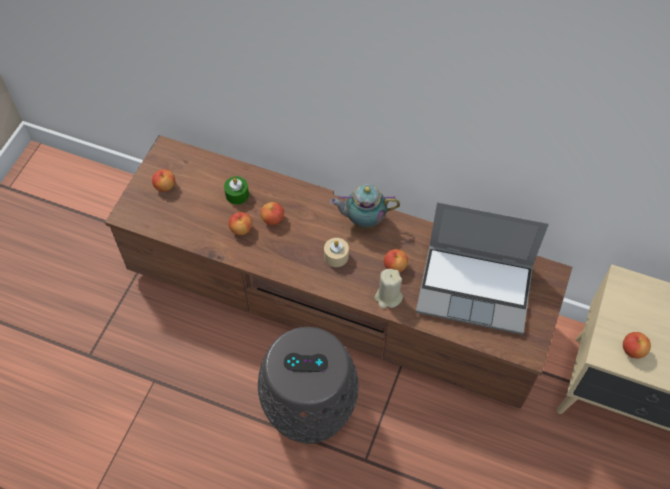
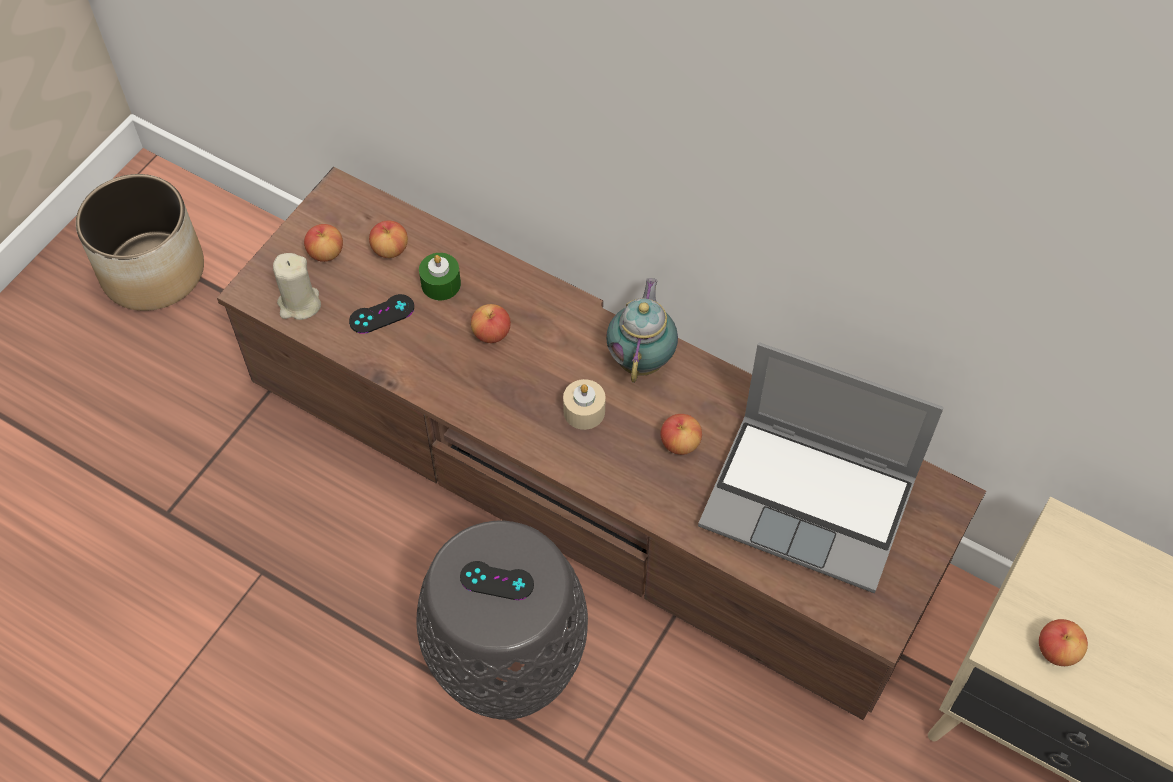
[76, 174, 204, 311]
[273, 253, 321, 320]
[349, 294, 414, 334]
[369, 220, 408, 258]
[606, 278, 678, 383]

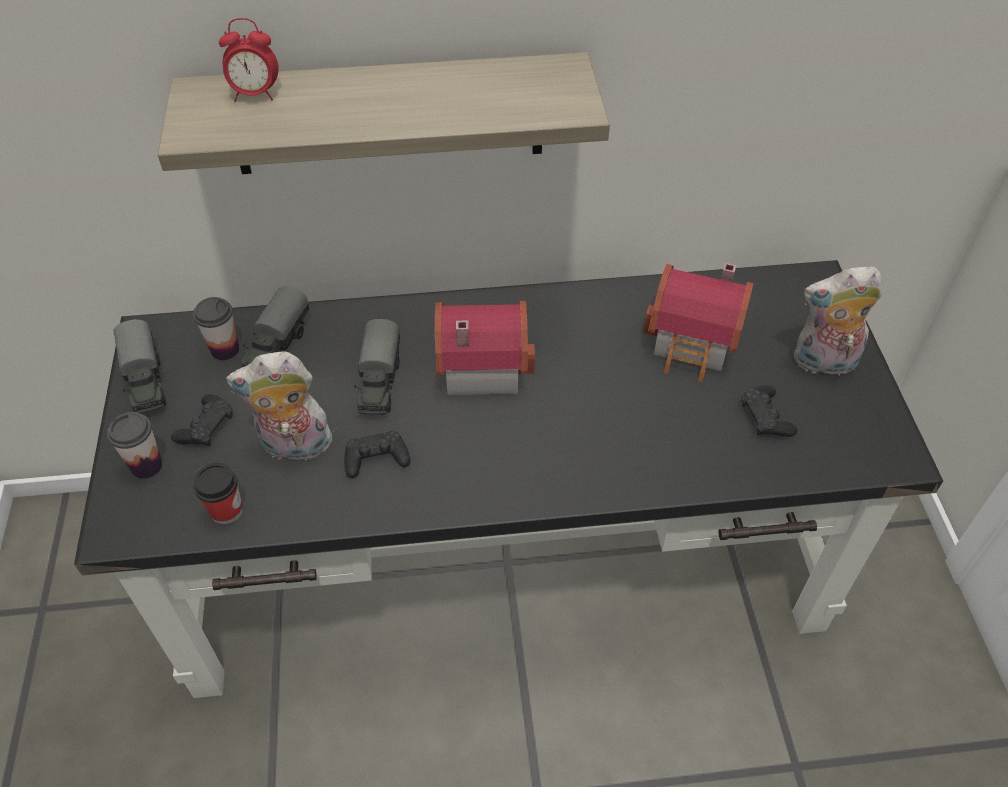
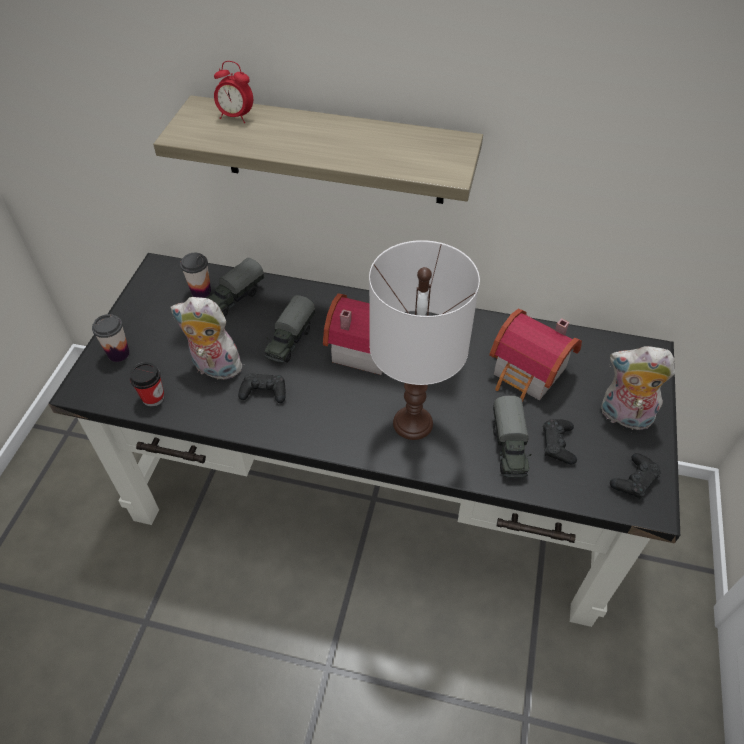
[369, 240, 480, 440]
[493, 396, 531, 478]
[610, 453, 661, 499]

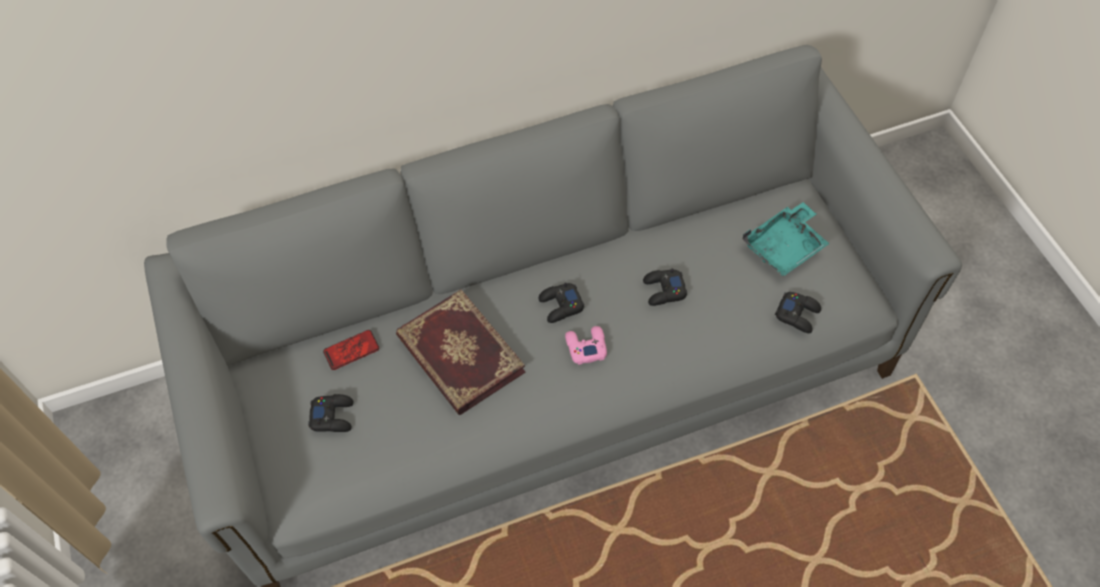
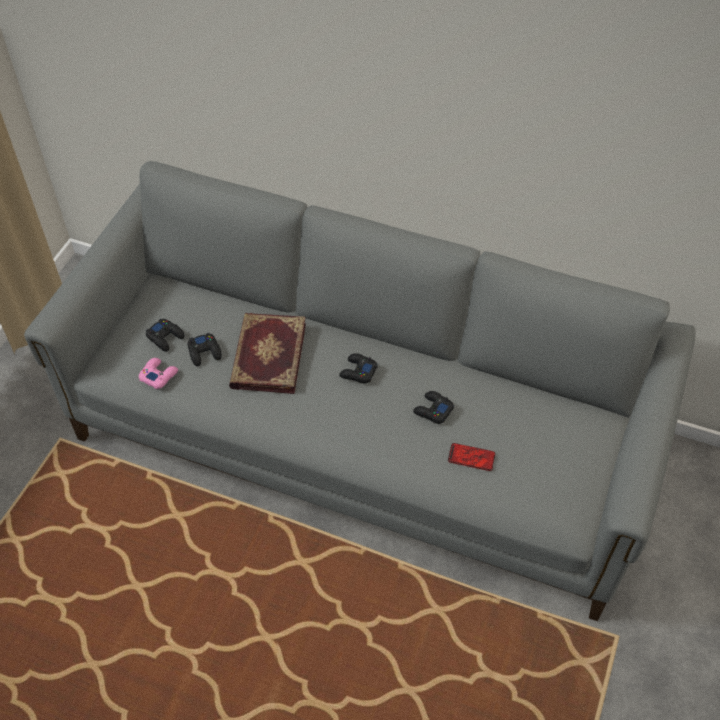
[139, 358, 178, 389]
[187, 333, 222, 366]
[448, 443, 496, 471]
[743, 202, 830, 277] (first image)

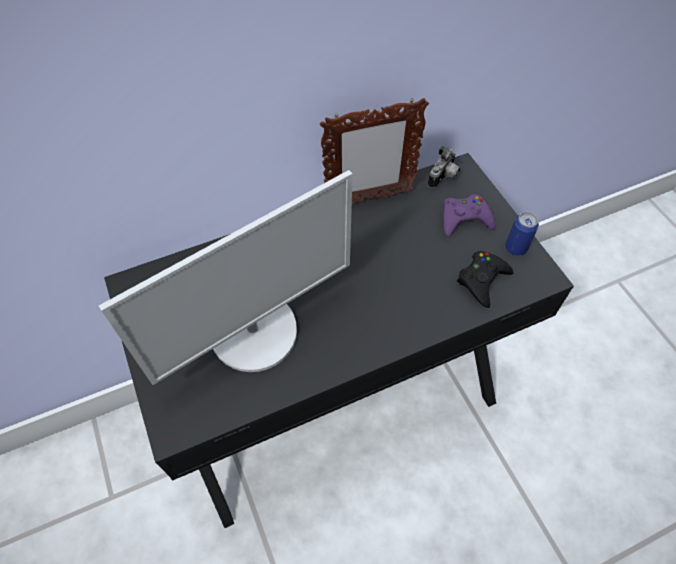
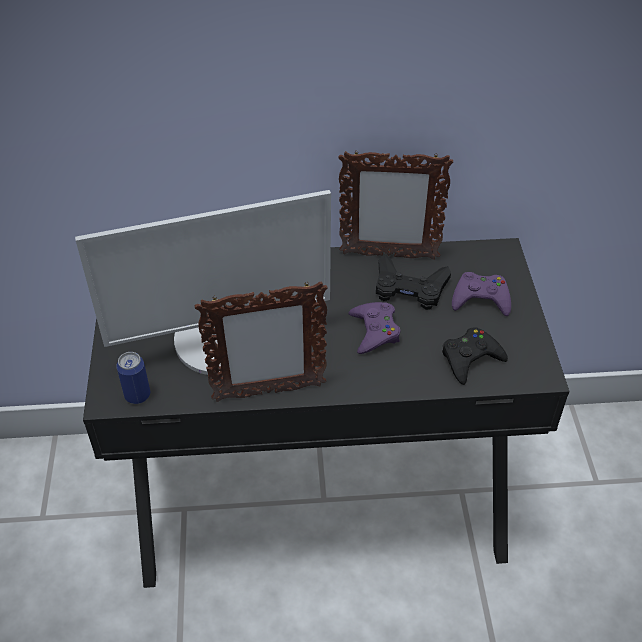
[116, 352, 150, 404]
[195, 281, 328, 402]
[348, 302, 400, 354]
[376, 254, 451, 310]
[428, 146, 460, 189] (first image)

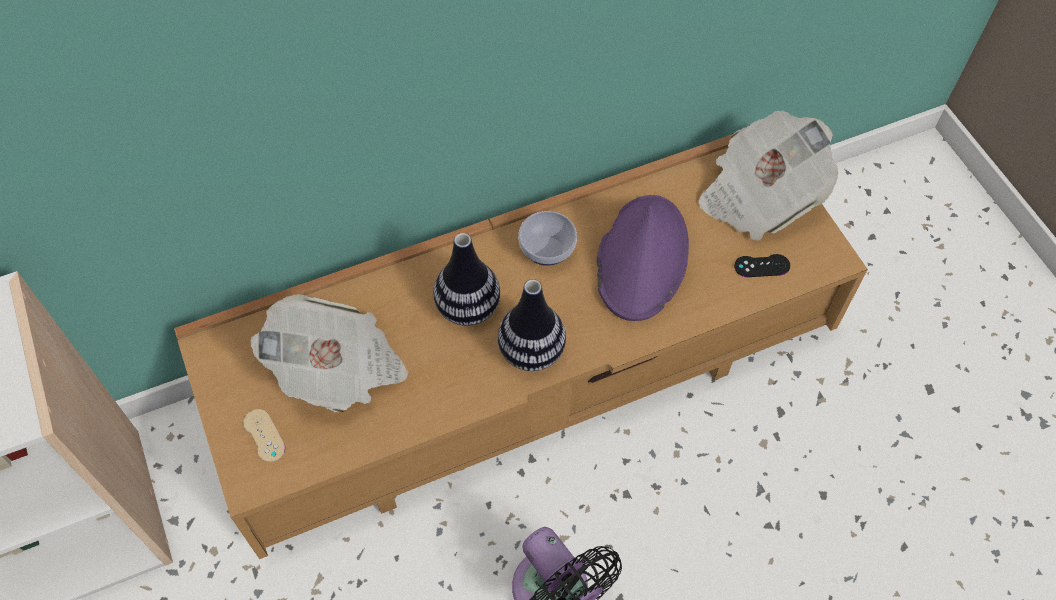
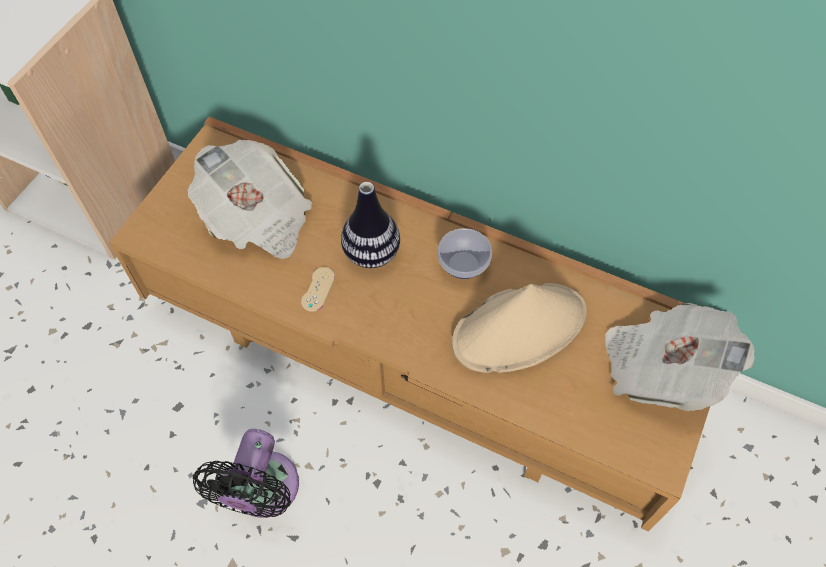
[301, 267, 335, 312]
[452, 283, 587, 373]
[498, 279, 566, 371] (first image)
[734, 254, 790, 277] (first image)

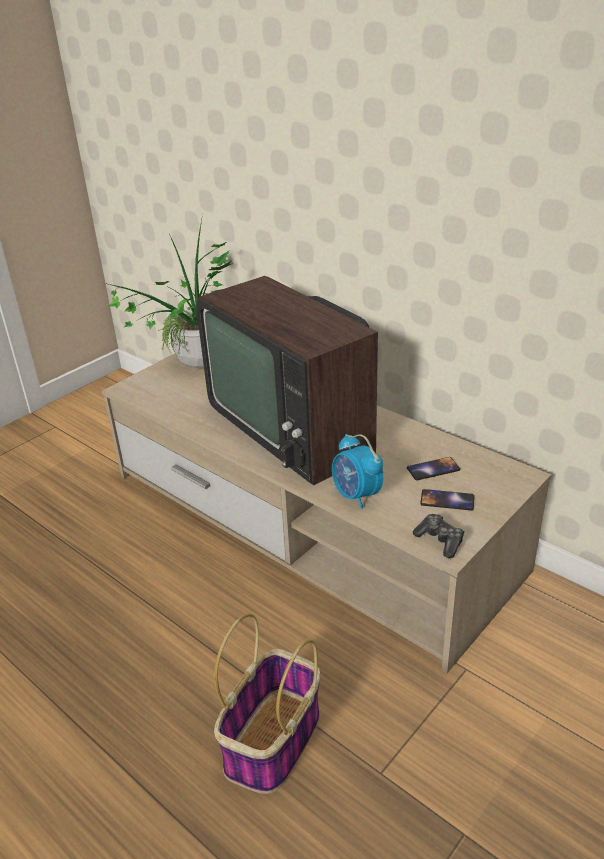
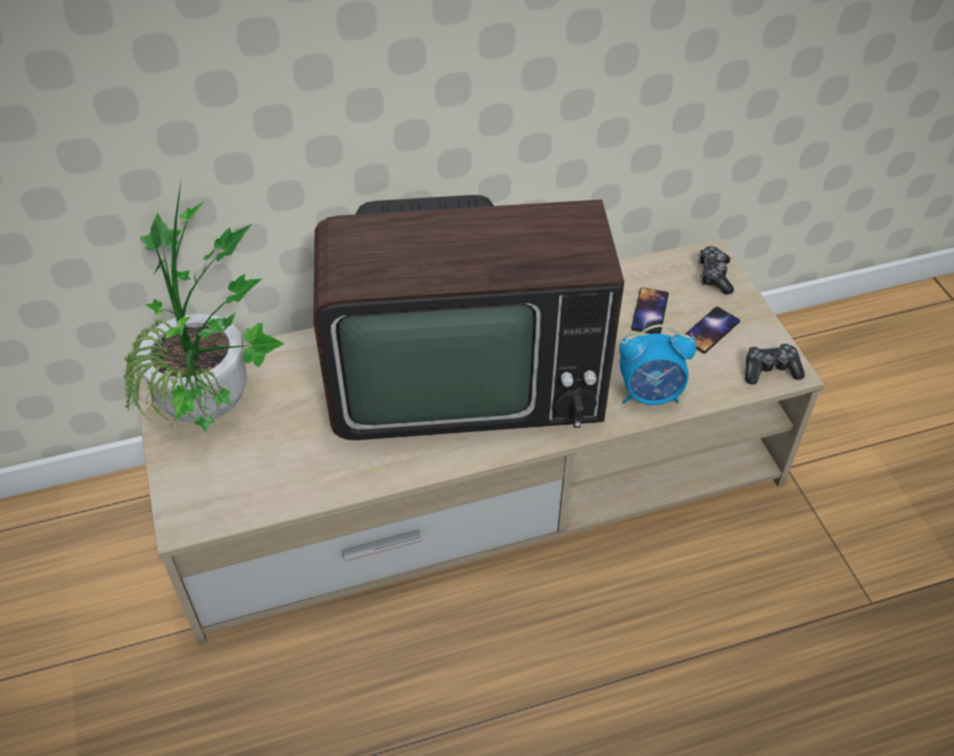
[698, 246, 734, 294]
[214, 613, 320, 794] (first image)

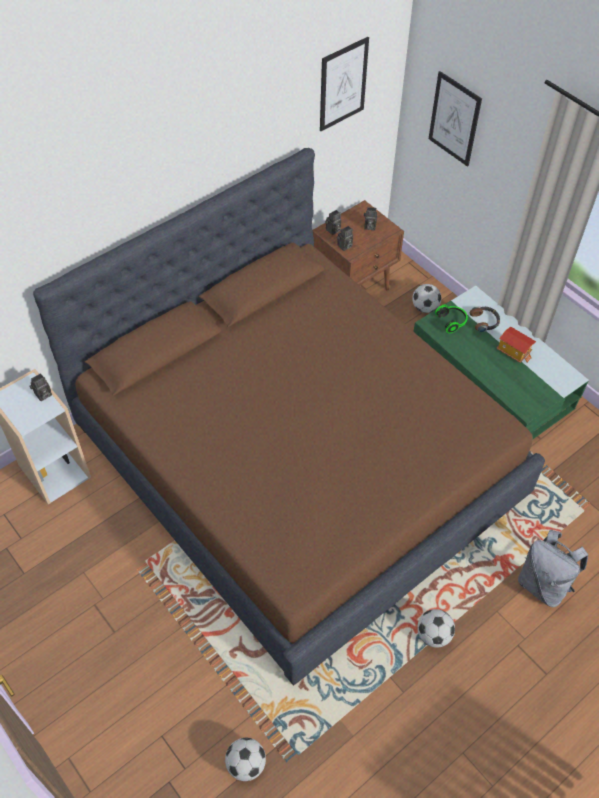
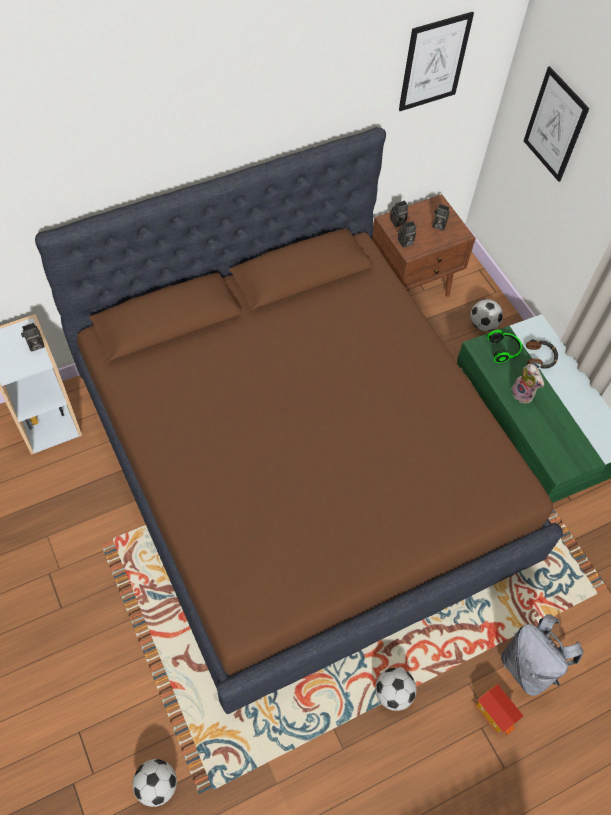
[473, 684, 523, 735]
[512, 364, 544, 404]

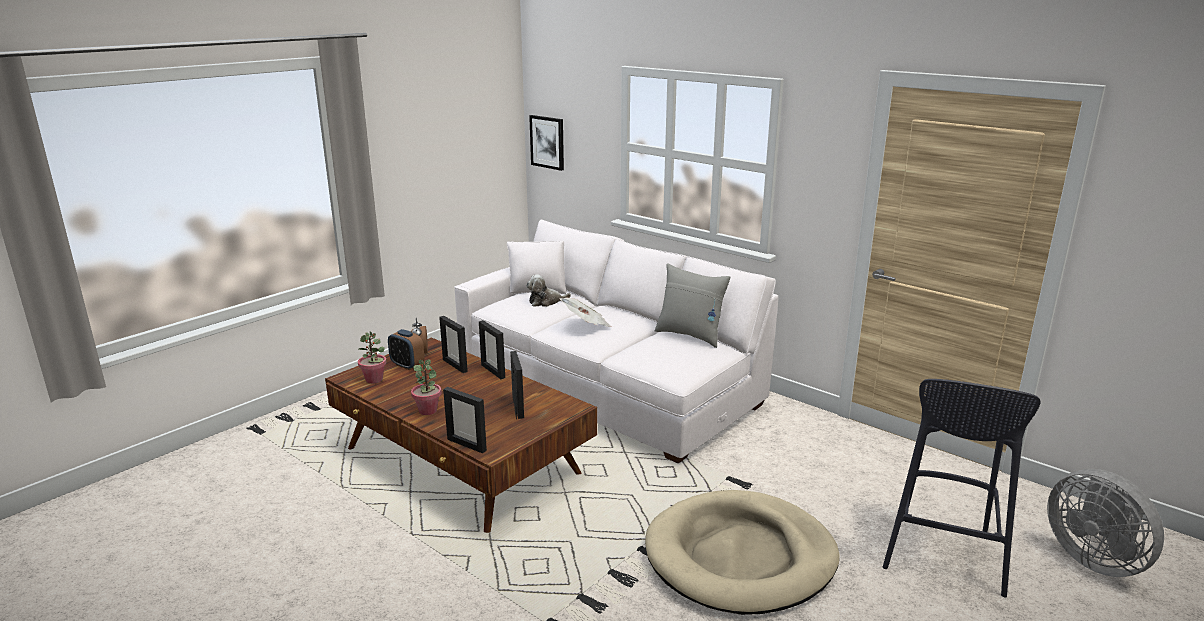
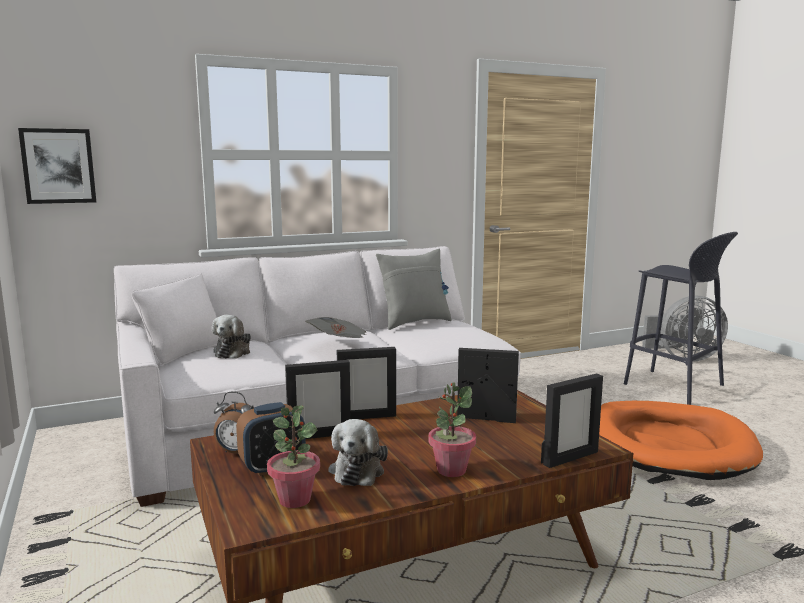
[329, 419, 388, 486]
[599, 401, 763, 480]

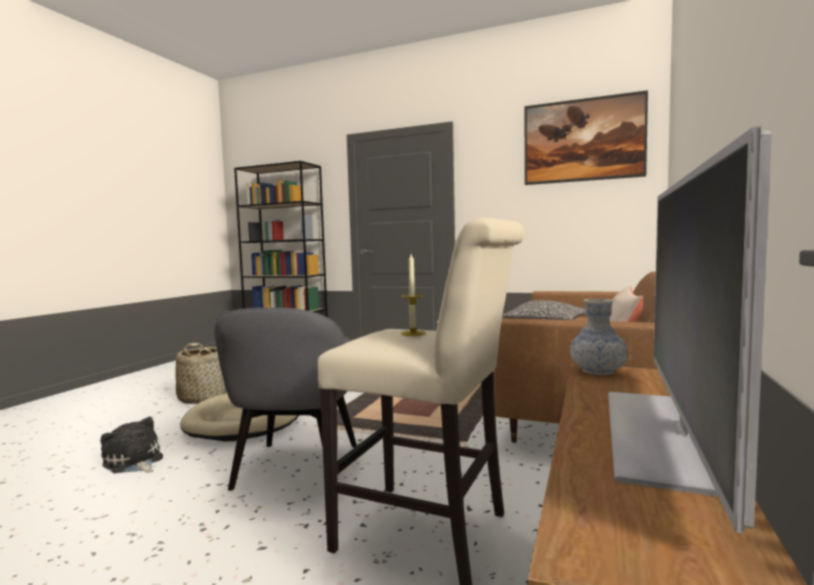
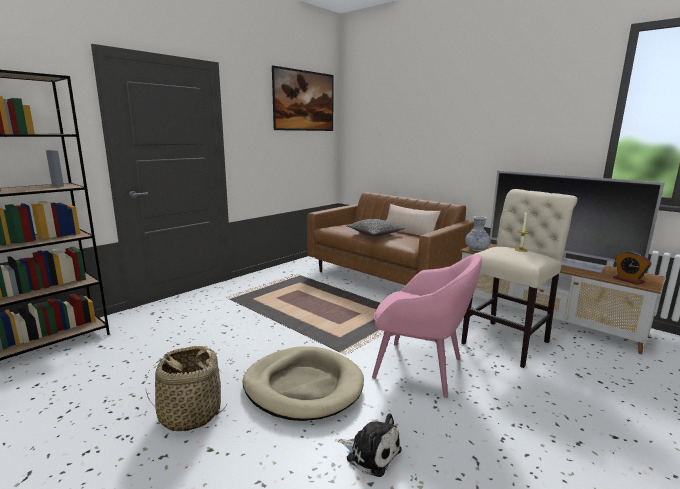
[338, 413, 402, 477]
[372, 254, 482, 398]
[613, 251, 651, 285]

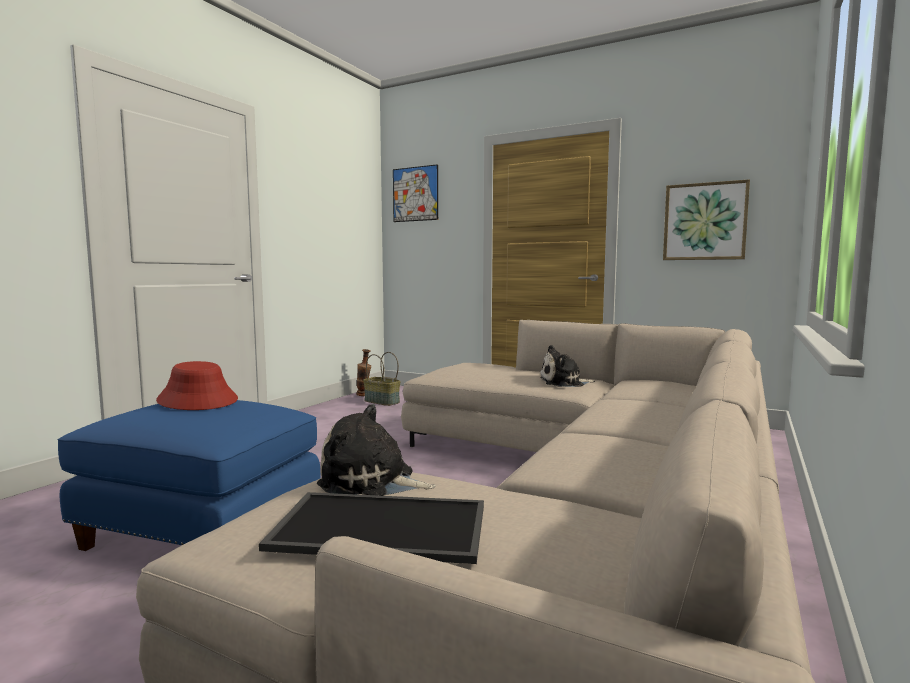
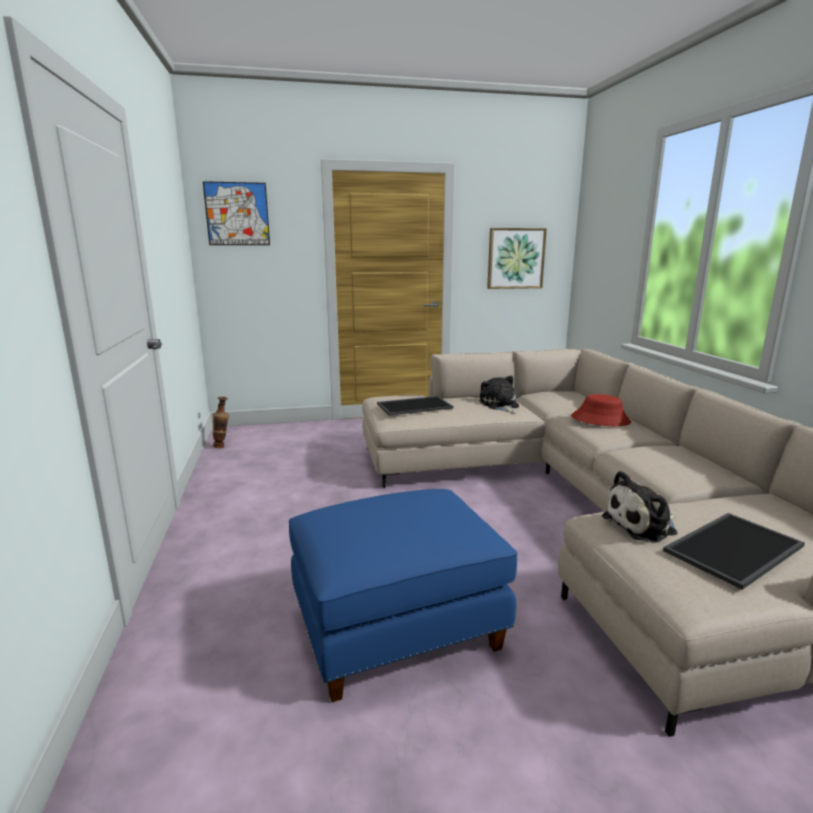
[377, 396, 453, 415]
[479, 375, 519, 413]
[571, 394, 631, 426]
[363, 352, 401, 406] (first image)

